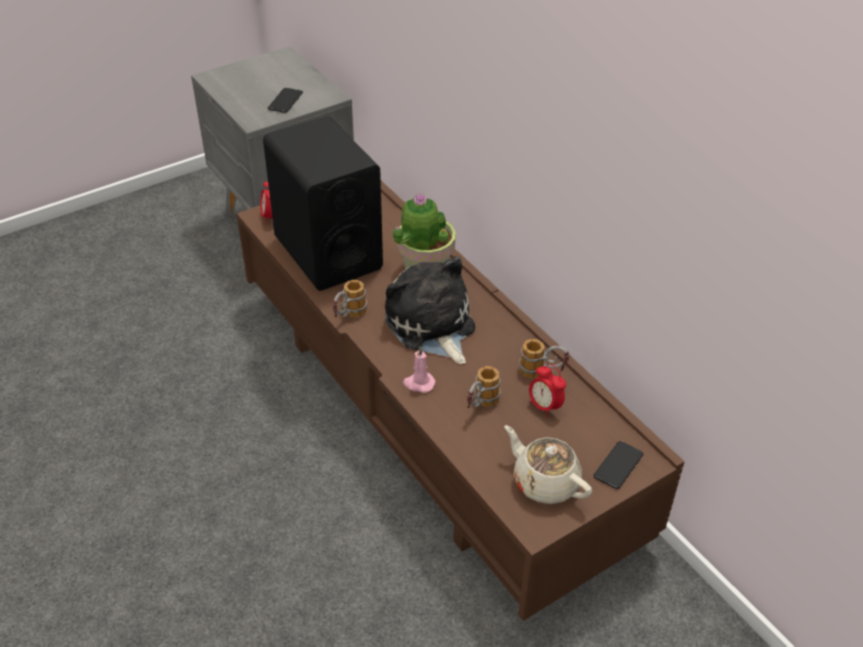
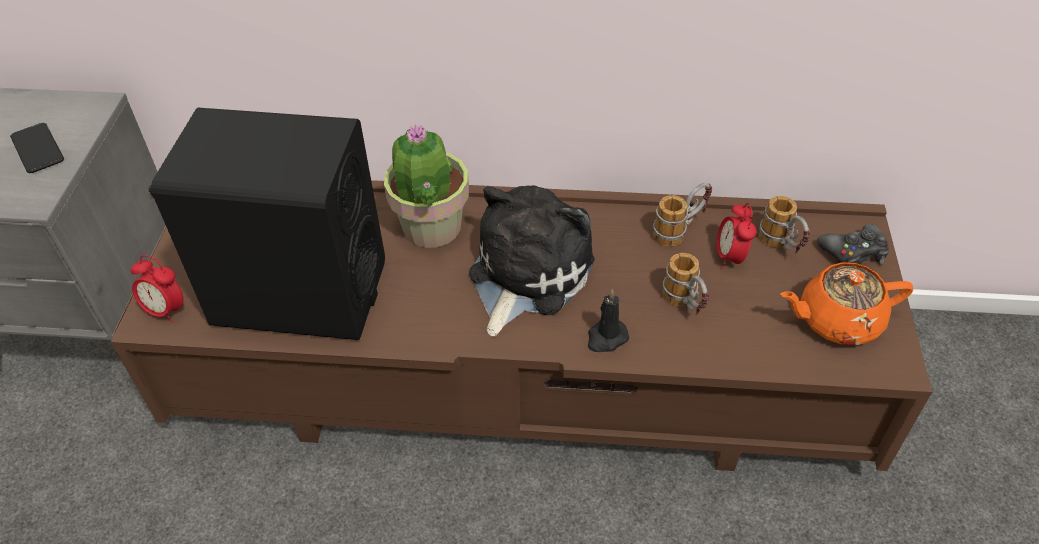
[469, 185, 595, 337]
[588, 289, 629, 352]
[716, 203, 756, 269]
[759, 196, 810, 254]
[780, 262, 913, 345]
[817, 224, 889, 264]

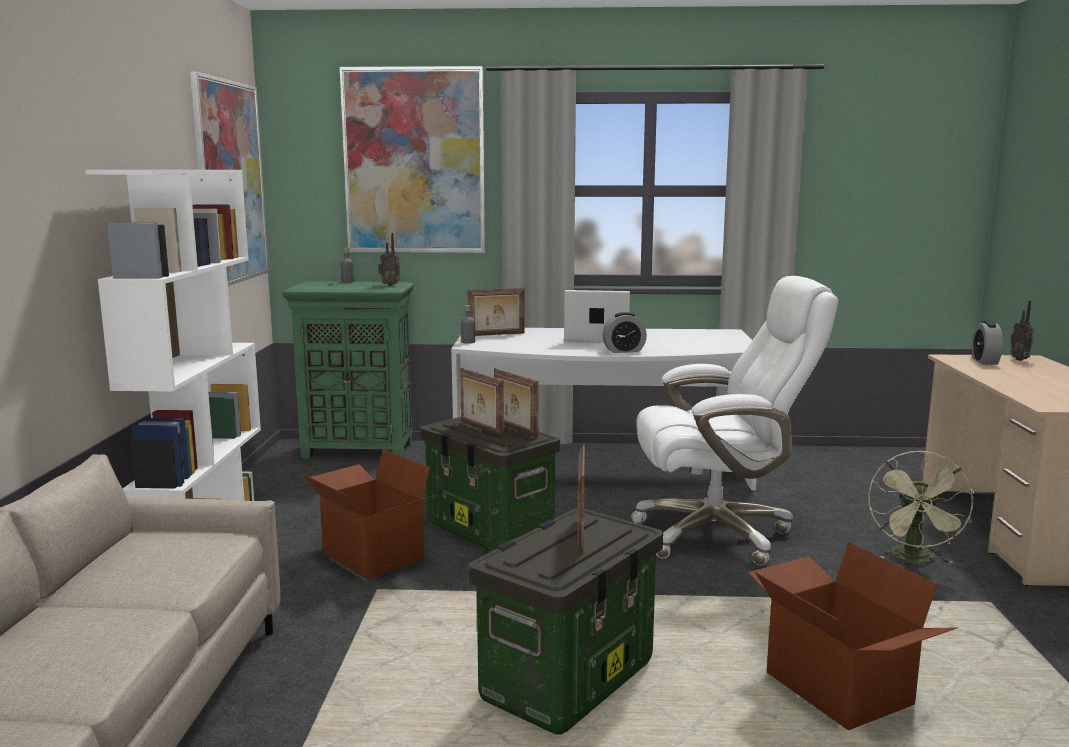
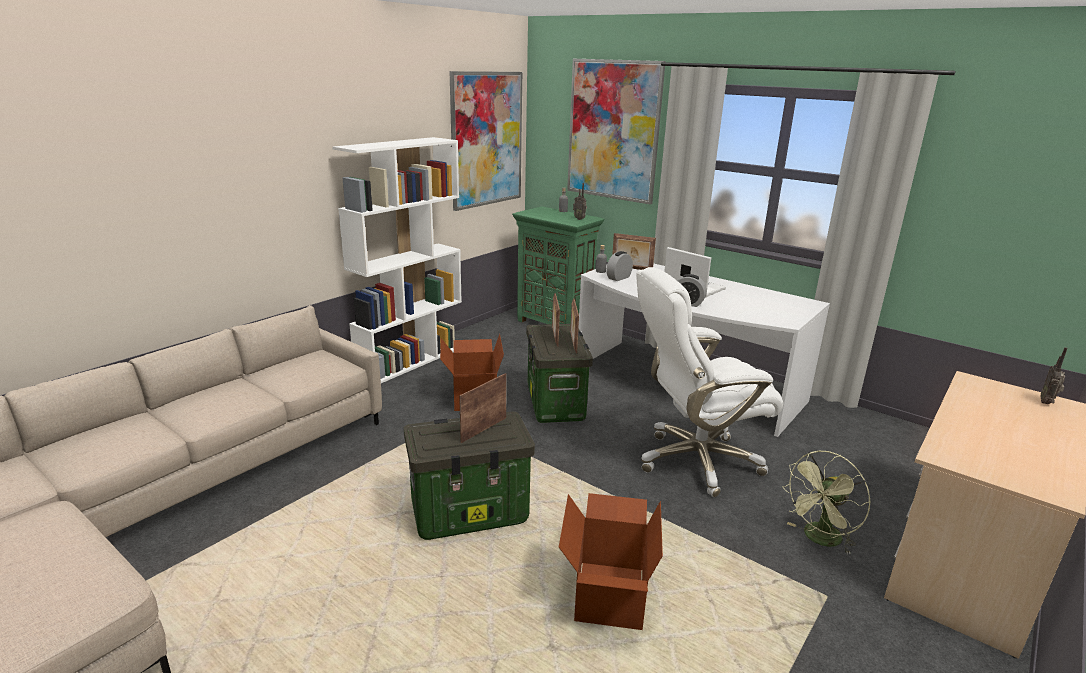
[606, 251, 633, 281]
[636, 267, 783, 497]

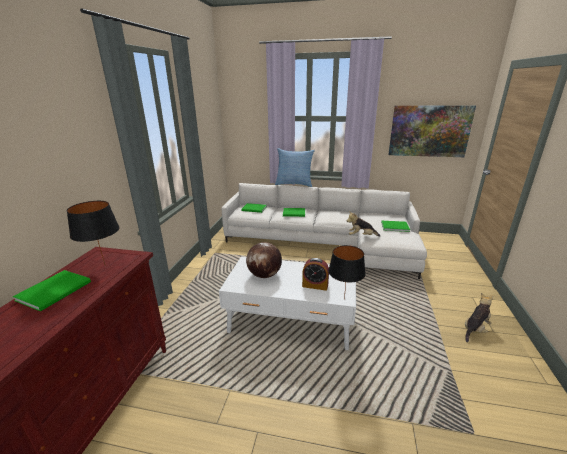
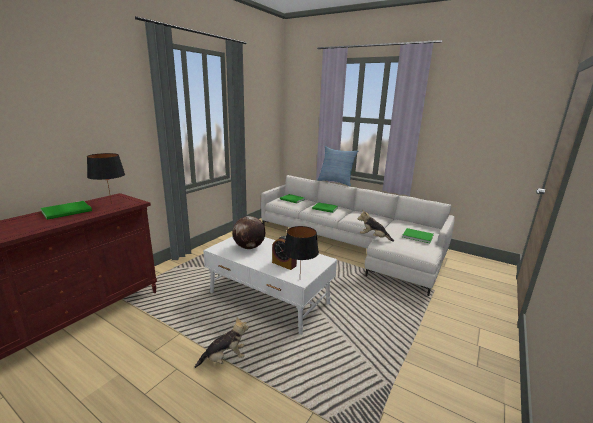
[195, 317, 249, 368]
[388, 105, 476, 157] (first image)

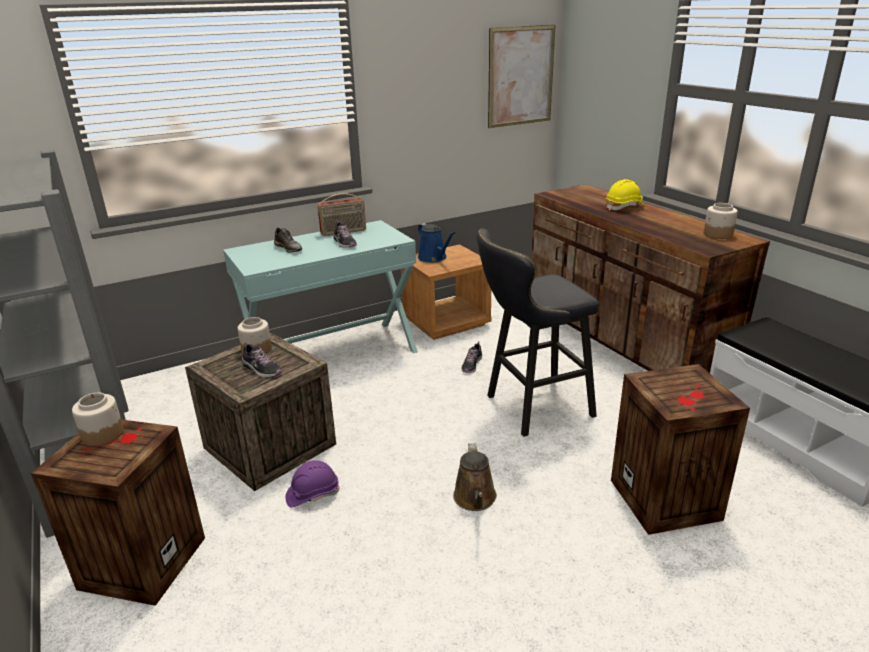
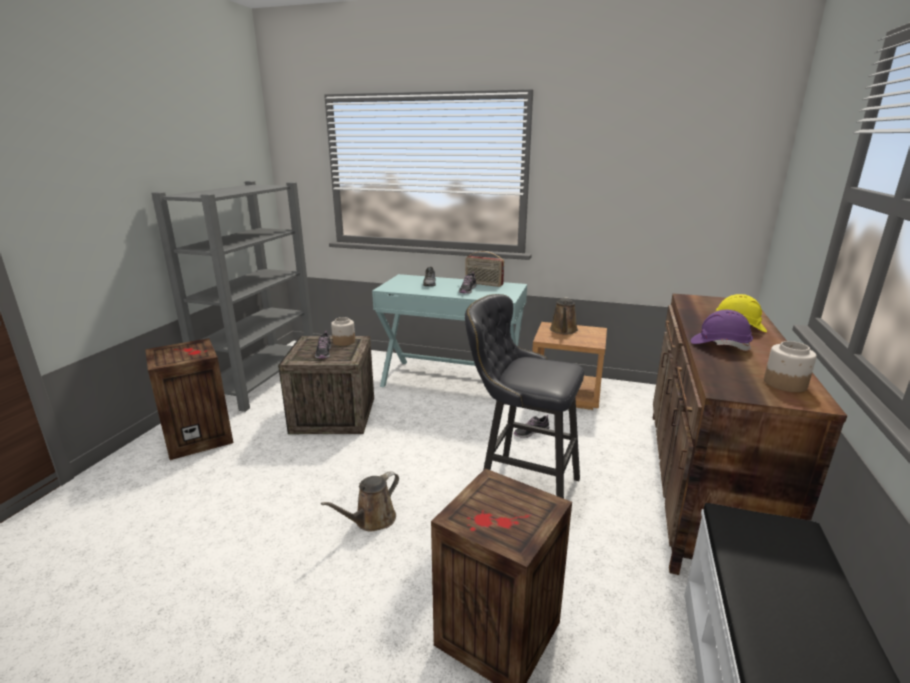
[550, 297, 578, 334]
[691, 310, 753, 351]
[72, 393, 124, 446] (first image)
[488, 25, 555, 128] (first image)

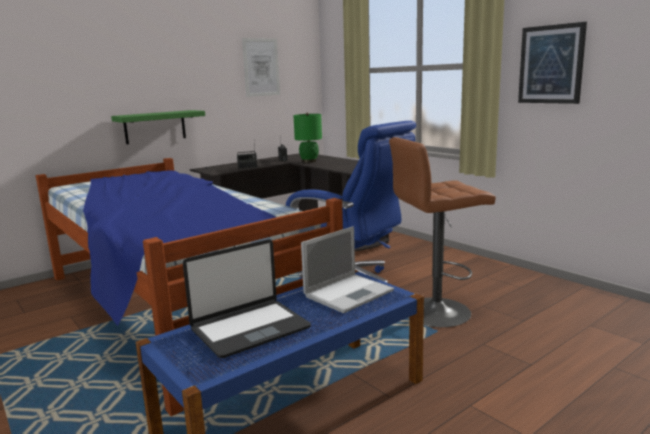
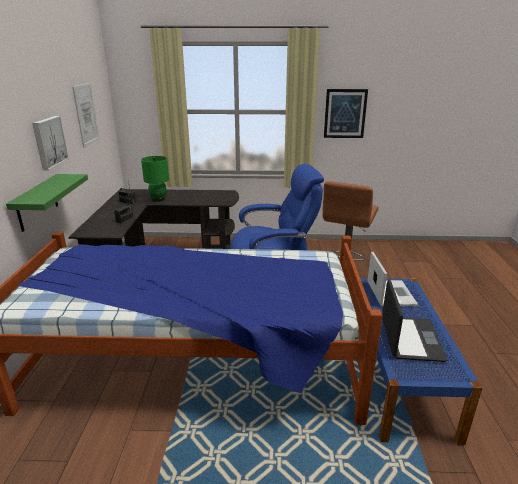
[32, 116, 69, 170]

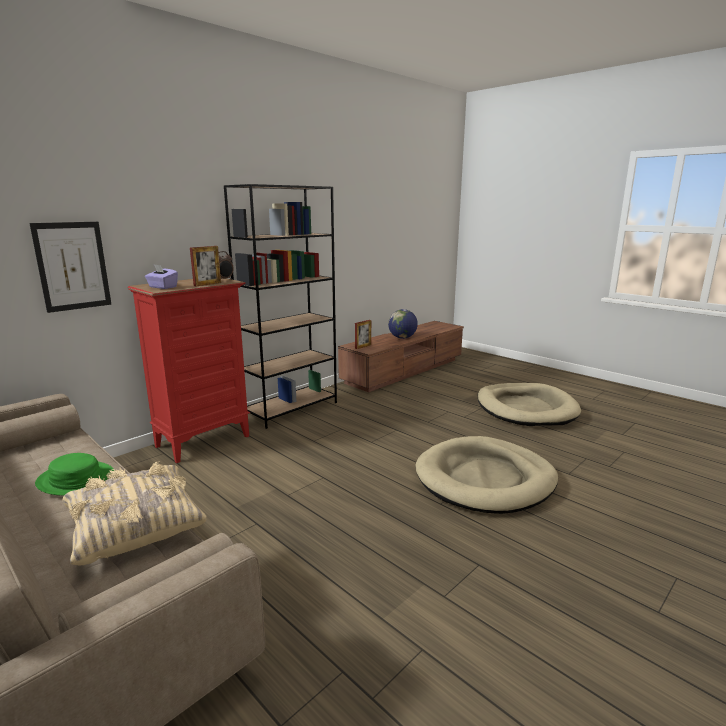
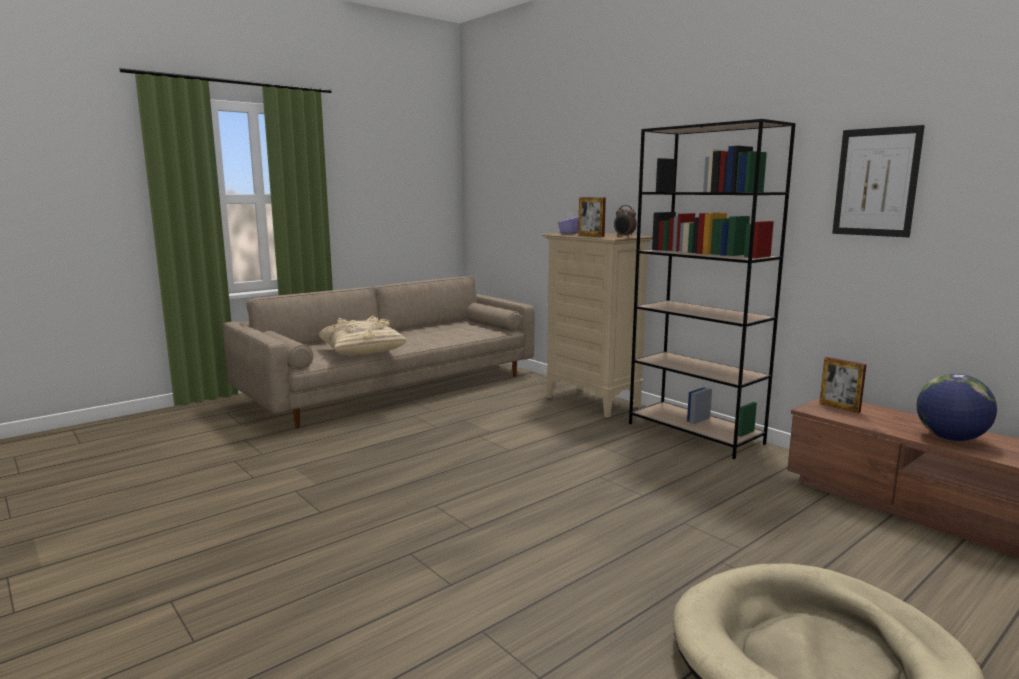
[542, 233, 653, 418]
[832, 125, 925, 237]
[35, 453, 114, 496] (first image)
[415, 436, 558, 514] (first image)

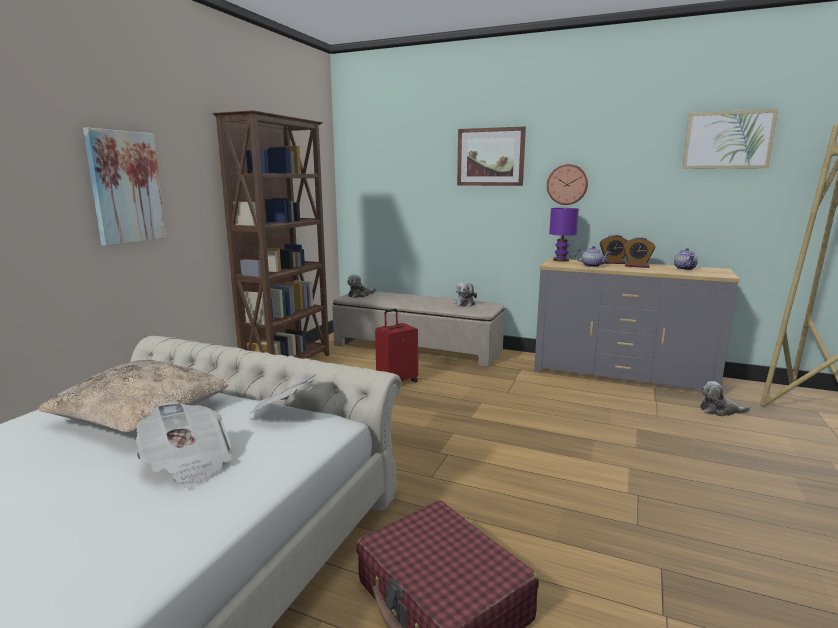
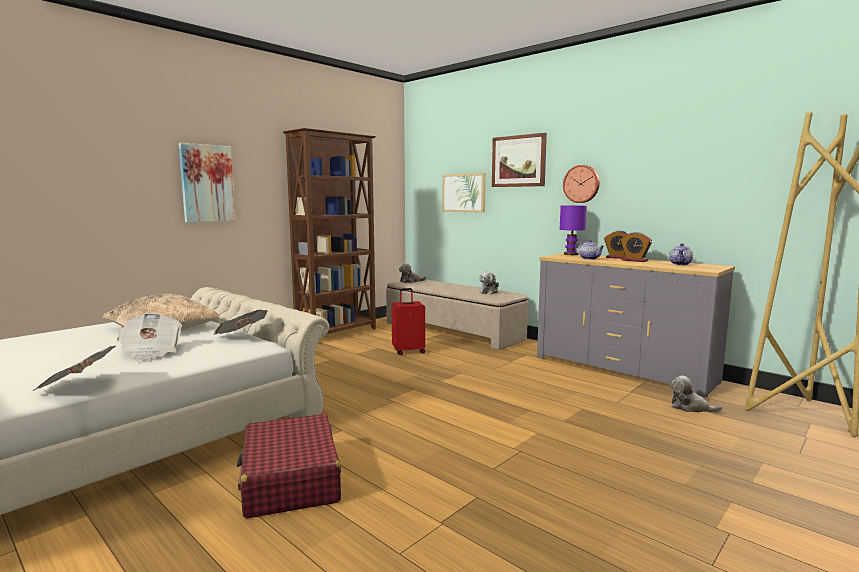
[32, 346, 116, 391]
[443, 173, 486, 213]

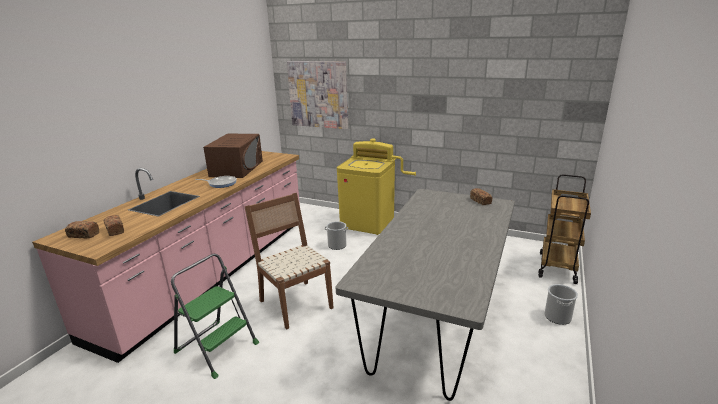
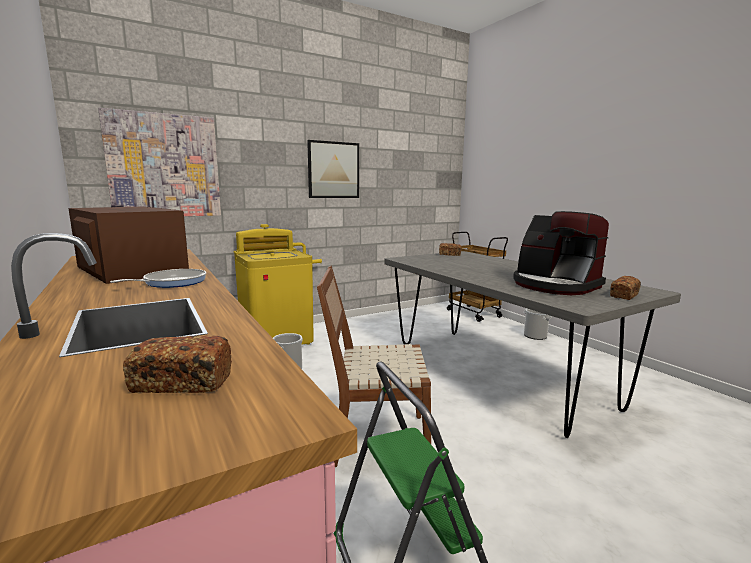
[307, 140, 359, 198]
[513, 211, 609, 295]
[610, 276, 641, 300]

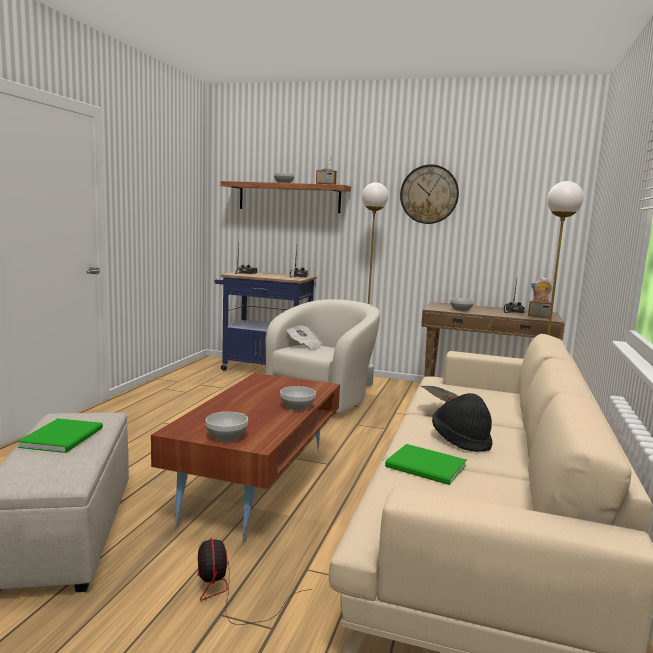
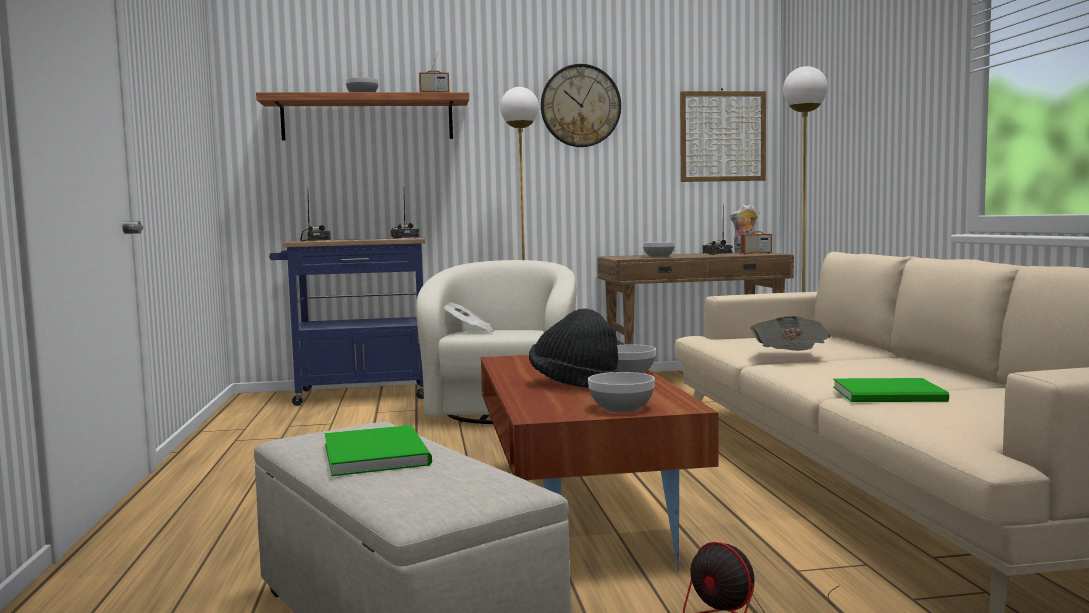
[529, 308, 619, 388]
[680, 88, 766, 182]

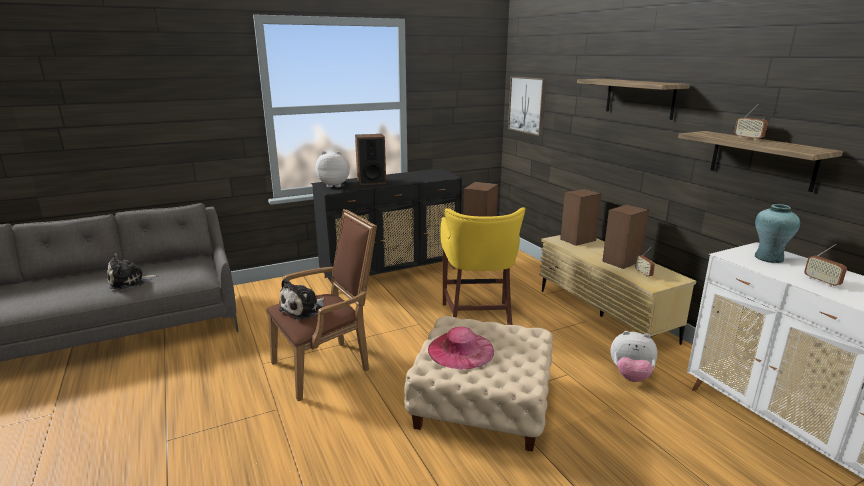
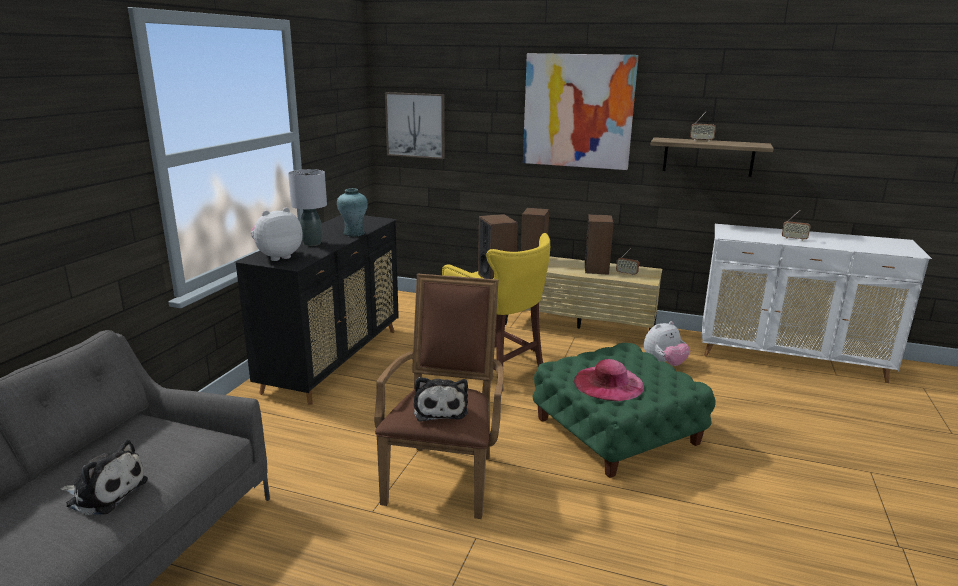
[60, 440, 148, 515]
[288, 169, 327, 246]
[337, 188, 368, 237]
[523, 53, 639, 170]
[532, 343, 716, 478]

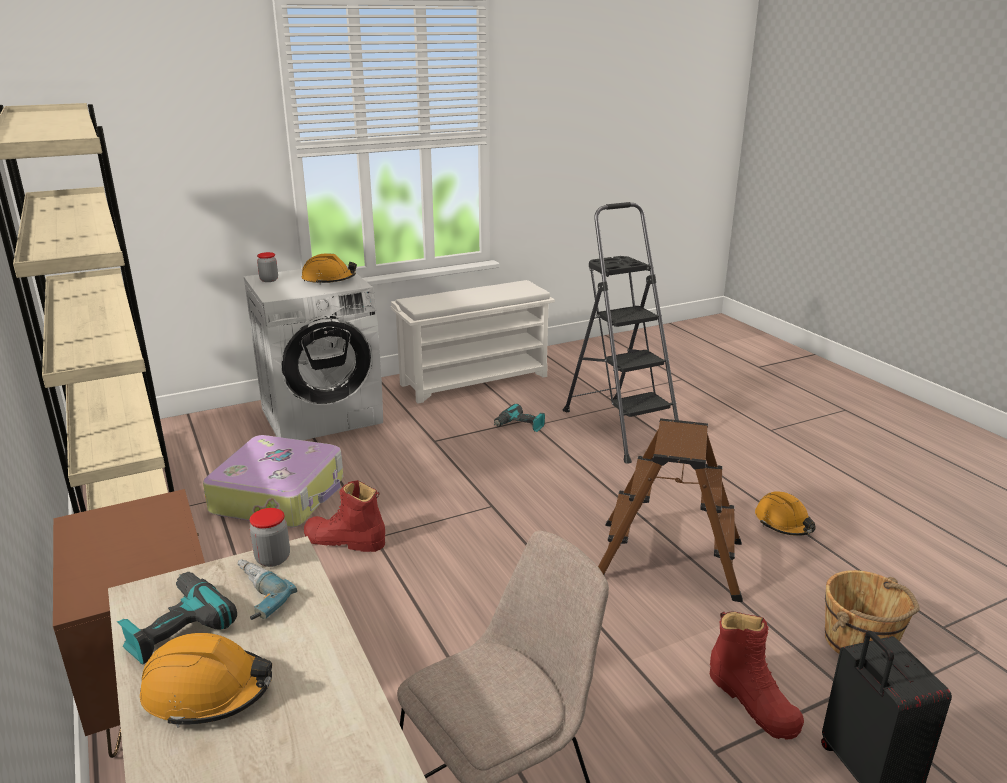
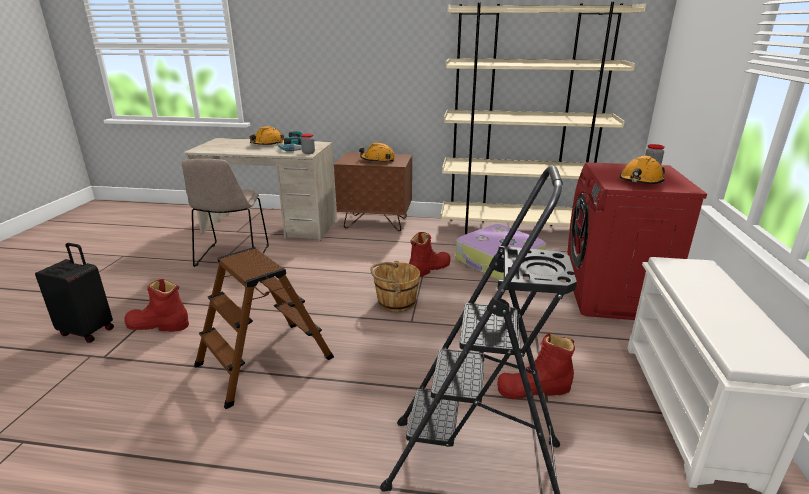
[359, 143, 395, 163]
[370, 261, 420, 312]
[497, 333, 575, 399]
[567, 162, 707, 320]

